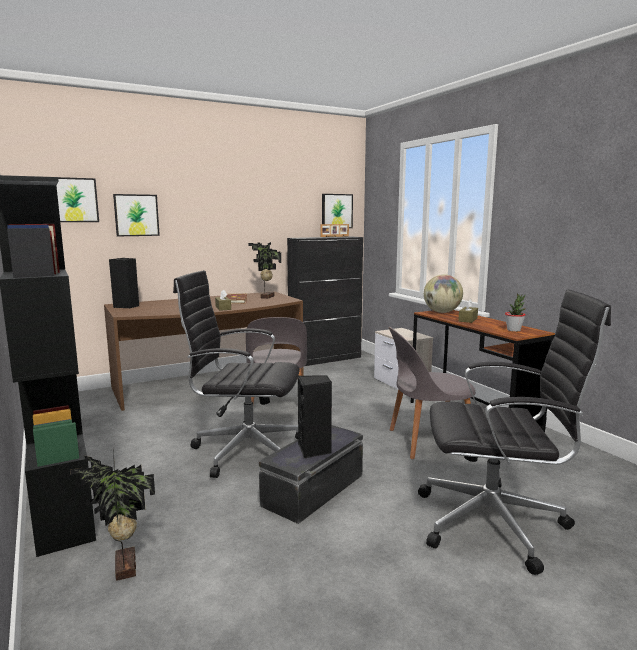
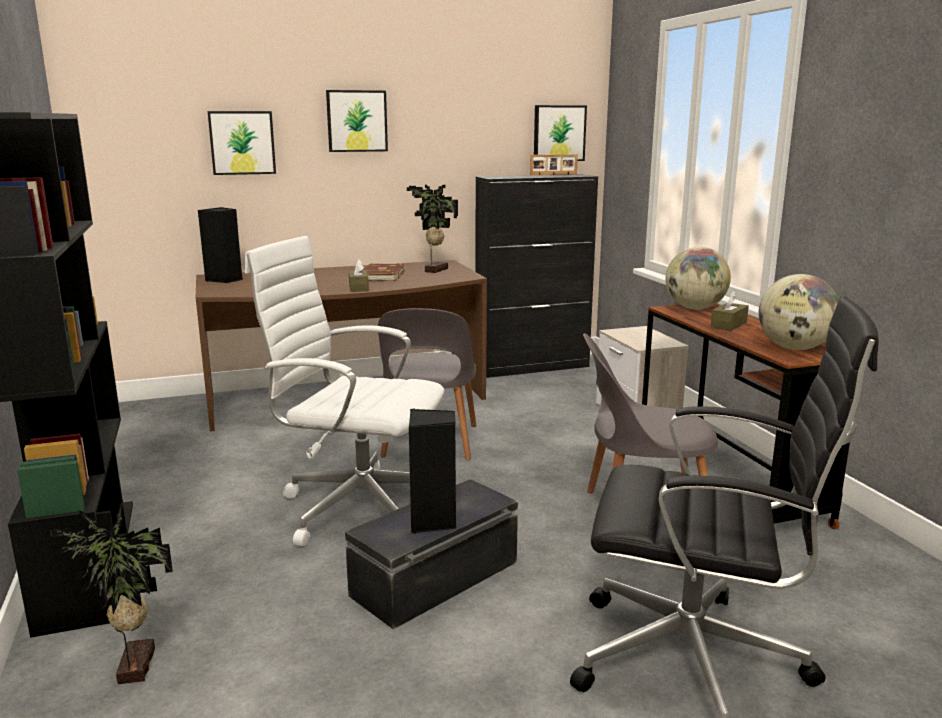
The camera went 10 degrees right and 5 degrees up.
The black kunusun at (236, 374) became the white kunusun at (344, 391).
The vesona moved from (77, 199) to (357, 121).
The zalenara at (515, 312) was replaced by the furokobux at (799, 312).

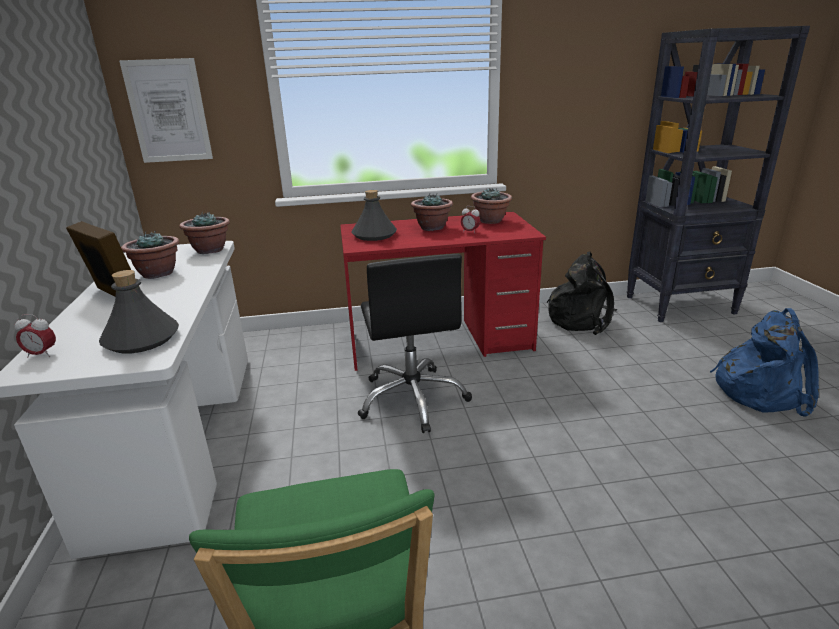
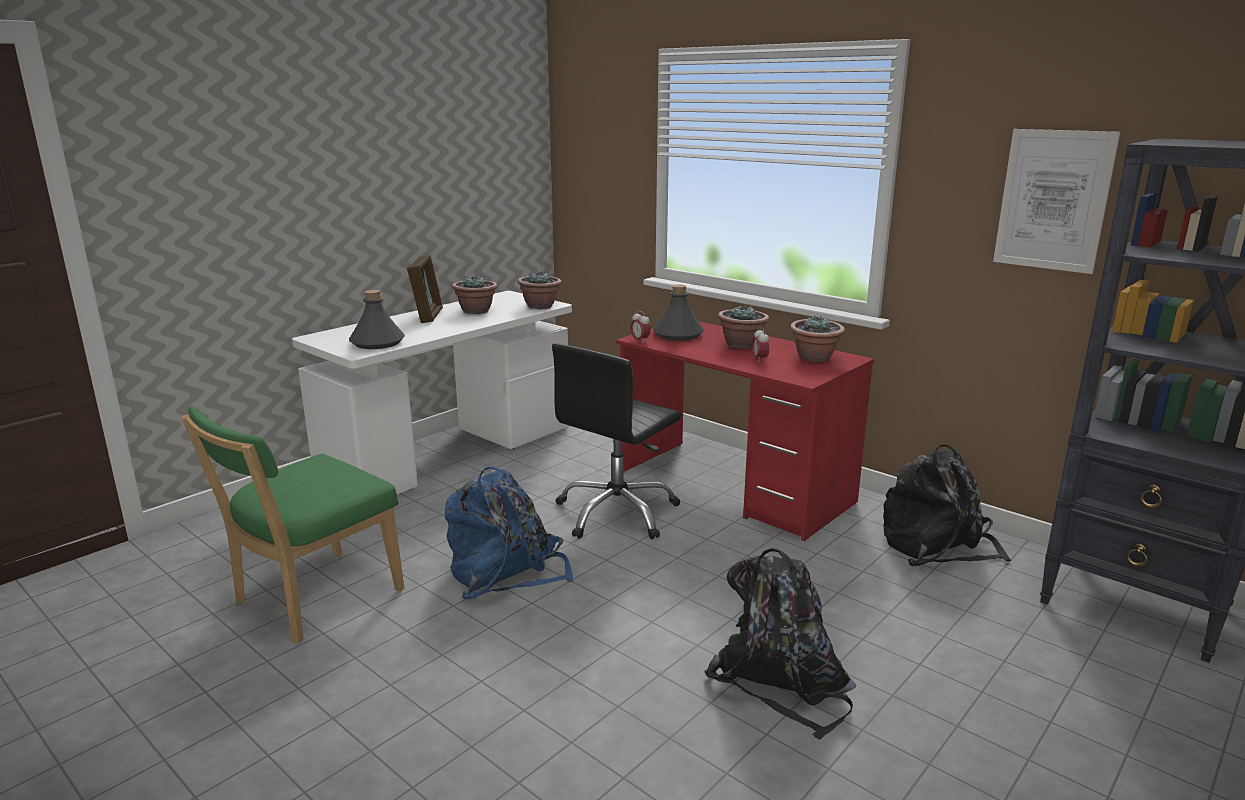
The camera went 50 degrees right and 5 degrees down.
The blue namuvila moved from (764, 362) to (509, 533).
The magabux moved from (35, 336) to (640, 327).
The black namuvila at (780, 644) appeared.
The vesona moved from (166, 110) to (1056, 201).

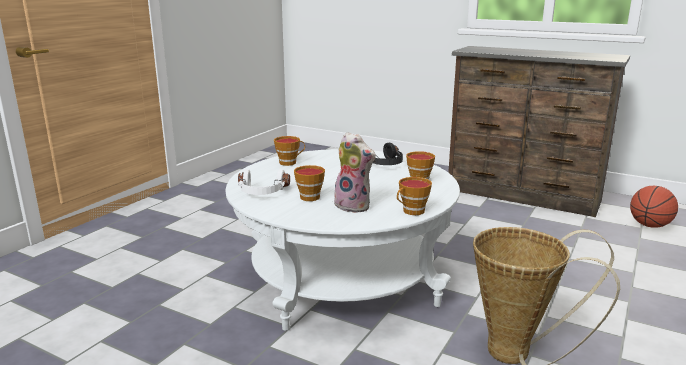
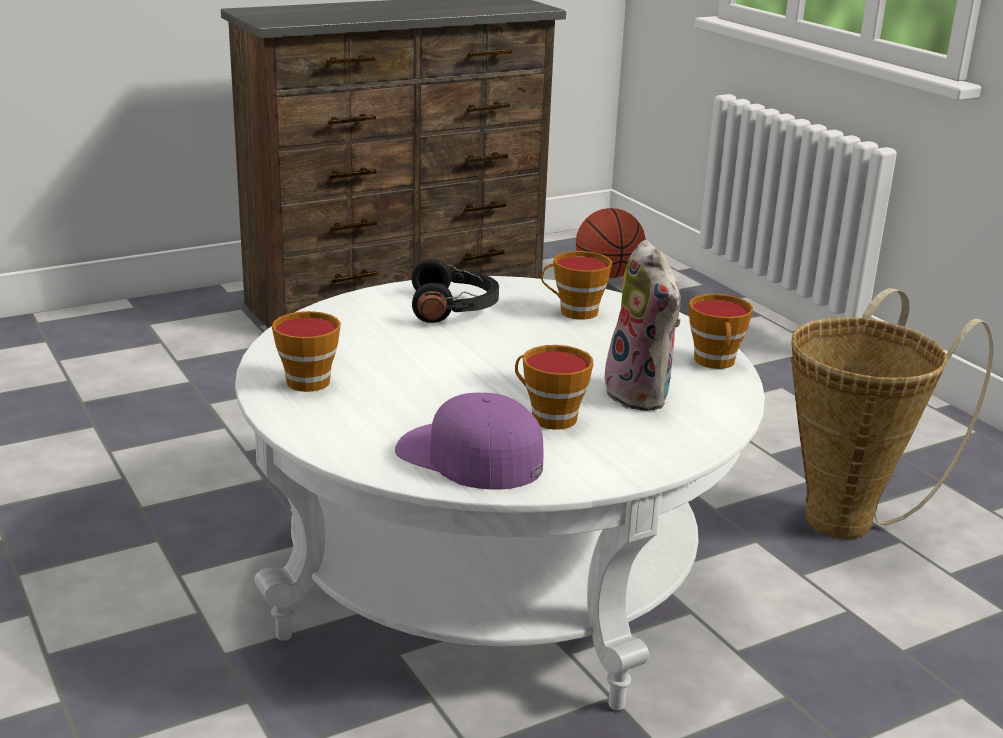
The camera went 60 degrees left and 5 degrees up.
The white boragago at (264, 182) was replaced by the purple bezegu at (469, 441).
The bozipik at (355, 172) turned 90 degrees clockwise.

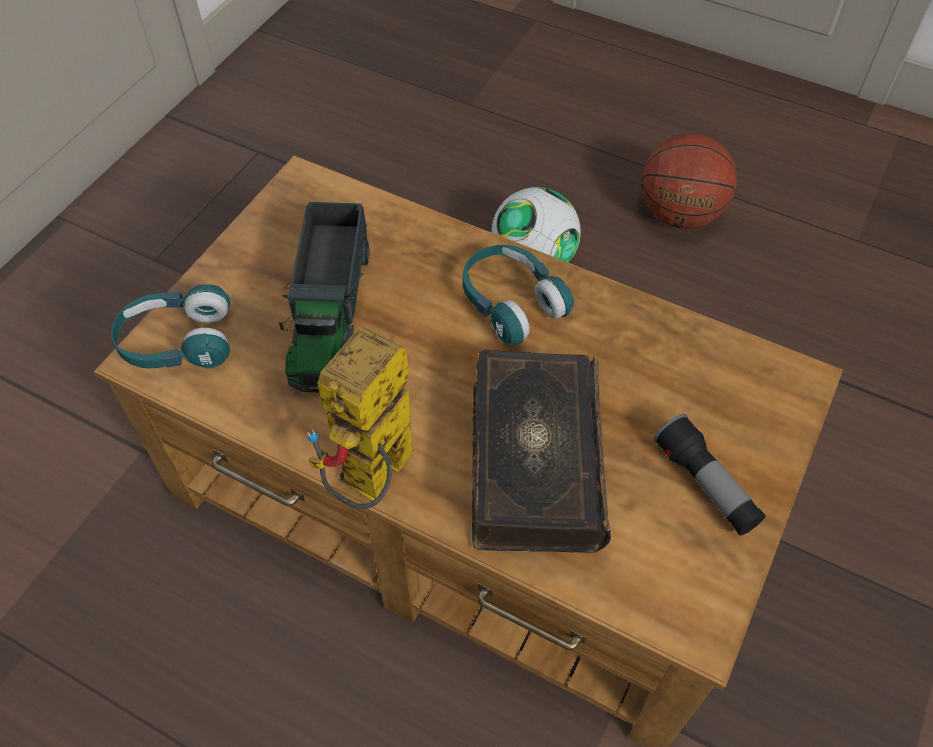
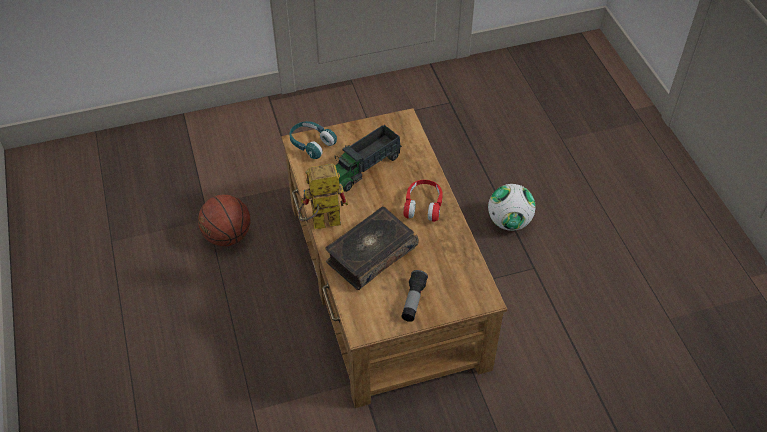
The camera went 45 degrees right and 5 degrees down.
The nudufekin moved from (689, 181) to (224, 220).
The turquoise boragago at (518, 295) became the red boragago at (423, 201).

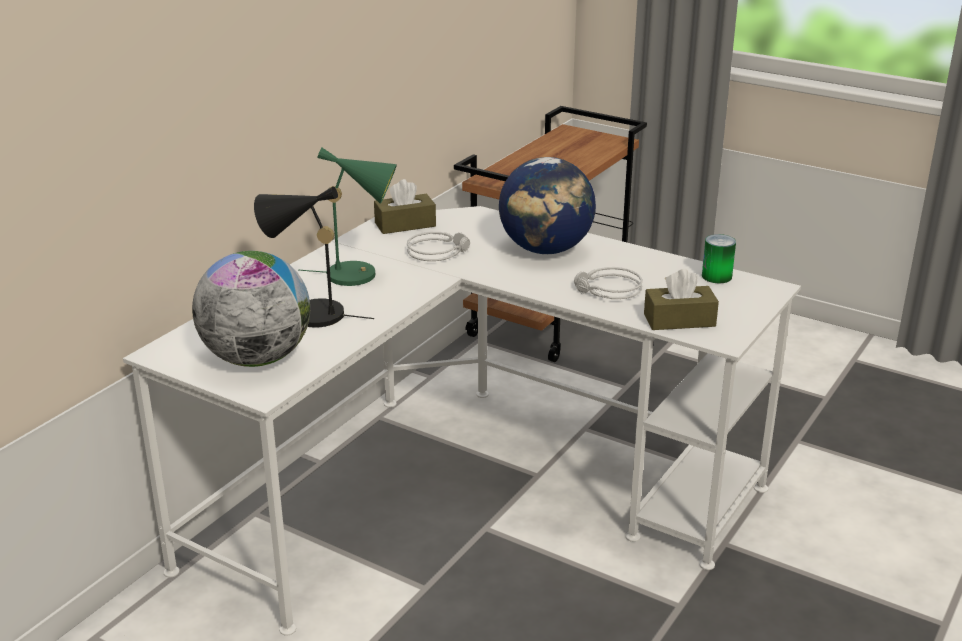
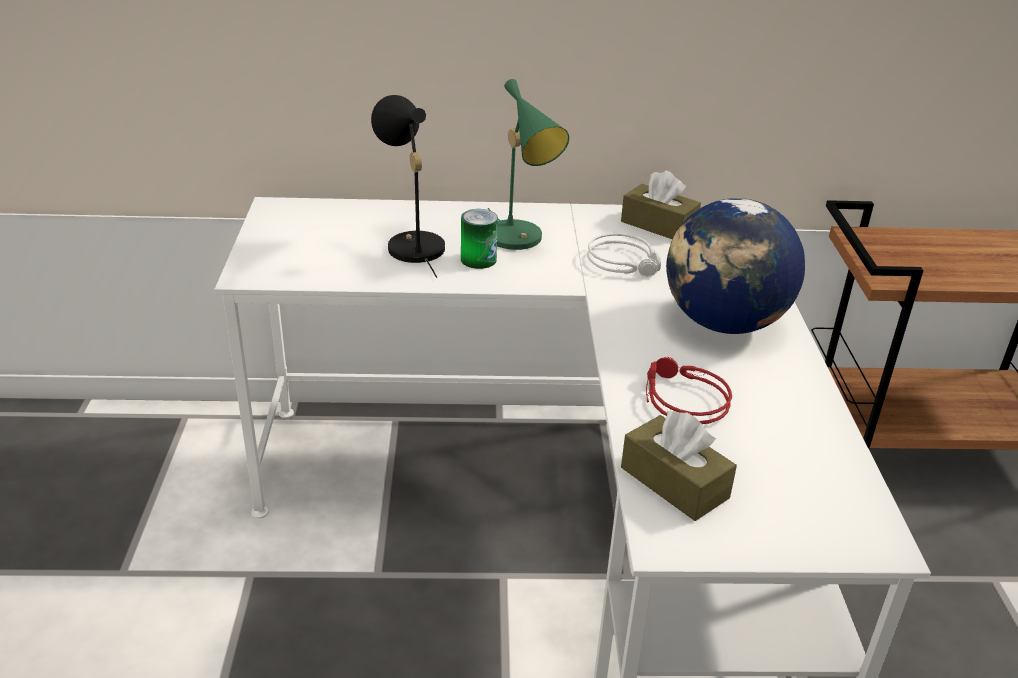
The camera went 55 degrees right and 5 degrees up.
The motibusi moved from (719, 258) to (479, 239).
The grey boragago at (608, 283) became the red boragago at (689, 390).
The furokobux at (251, 309) disappeared.

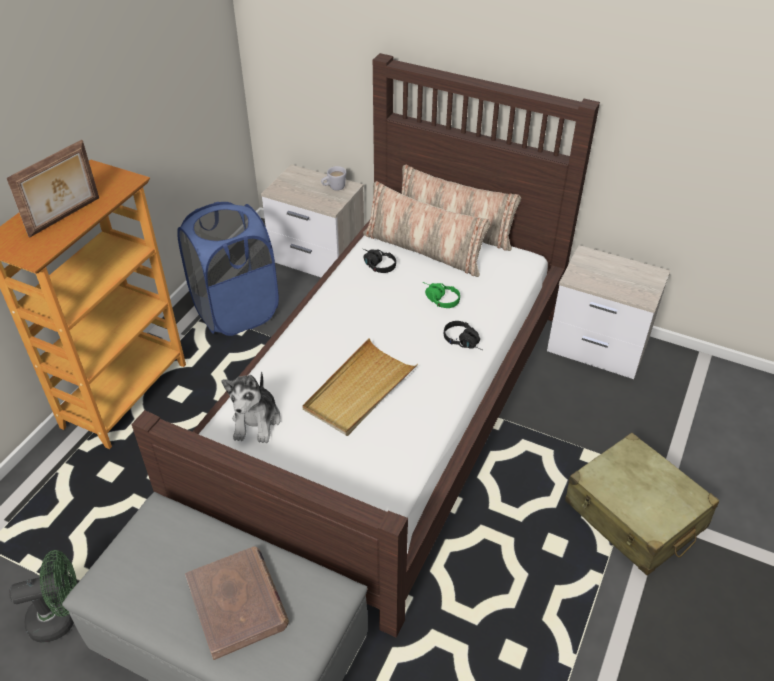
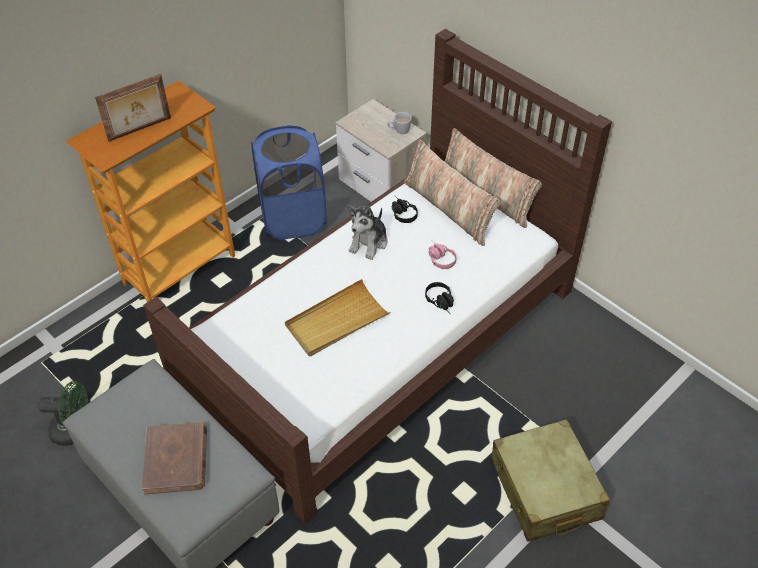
The camera went 20 degrees right and 5 degrees up.
The bozipik moved from (251, 407) to (368, 232).
The green boragago at (441, 295) became the pink boragago at (443, 254).
The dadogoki at (608, 312) disappeared.

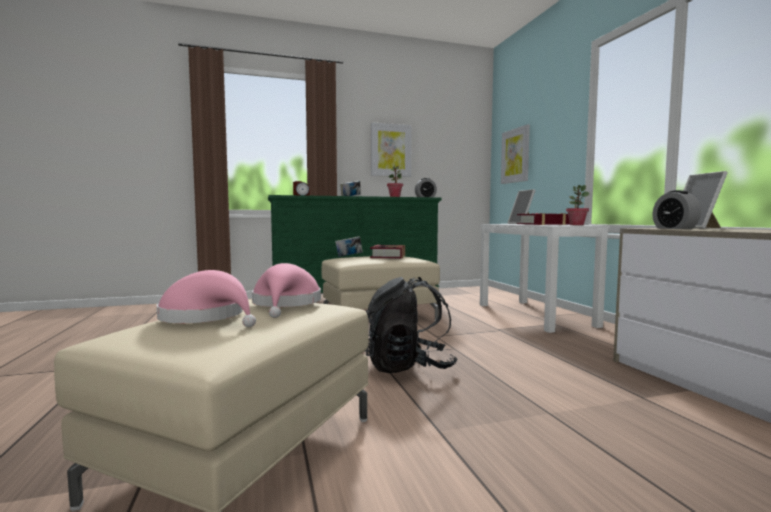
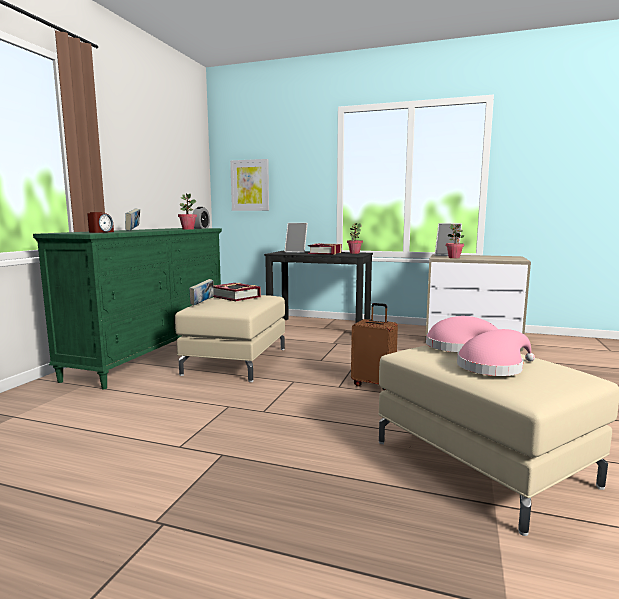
The camera went 55 degrees left and 5 degrees up.
The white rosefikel at (545, 278) became the black rosefikel at (318, 287).
The black namuvila at (411, 325) was replaced by the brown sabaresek at (374, 346).
The magabux at (676, 209) was replaced by the zalenara at (455, 241).
The vesona at (391, 149) disappeared.

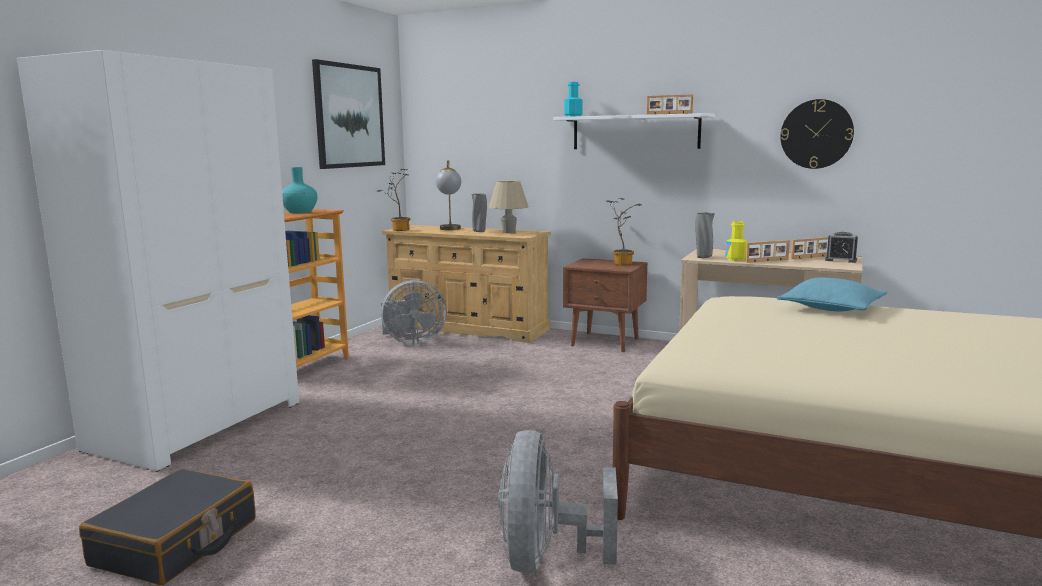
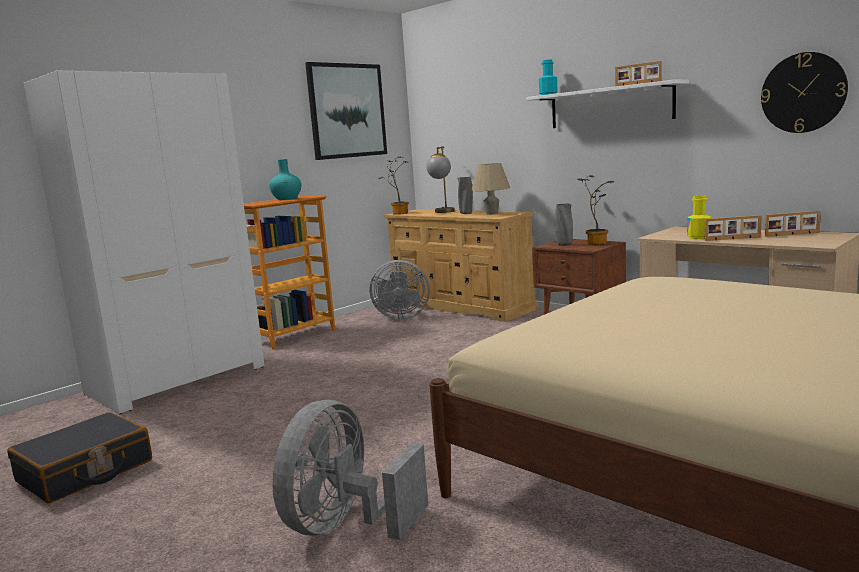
The camera went 20 degrees right and 0 degrees up.
The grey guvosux moved from (705, 235) to (564, 224).
The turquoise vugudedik at (832, 294) disappeared.
The magabux at (841, 247) disappeared.

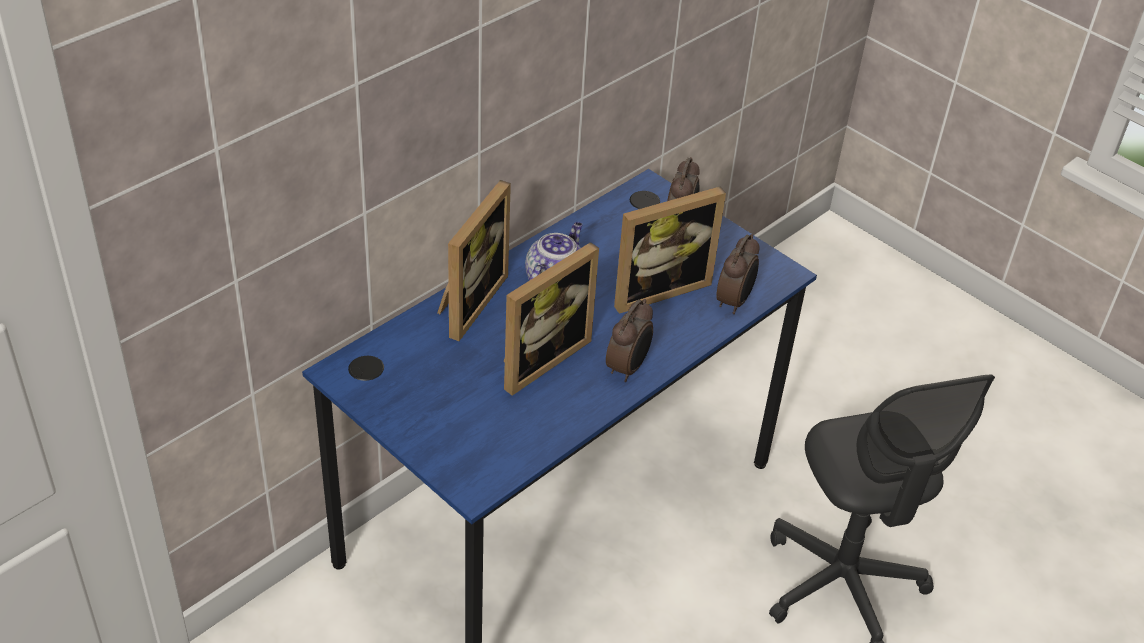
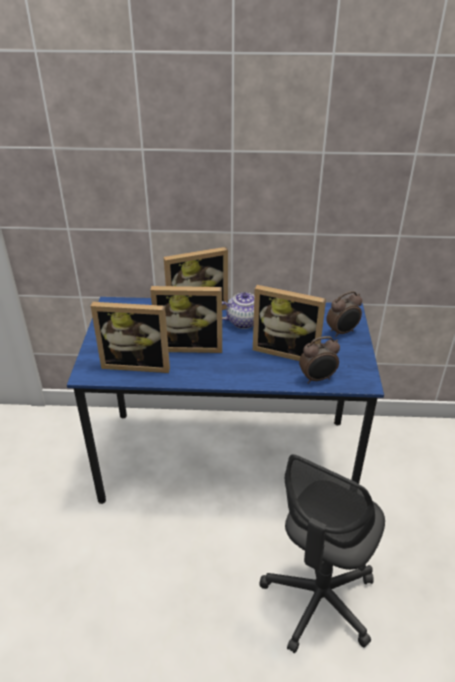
The camera went 50 degrees right and 5 degrees down.
The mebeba at (130, 337) appeared.
The magabux at (629, 340) disappeared.

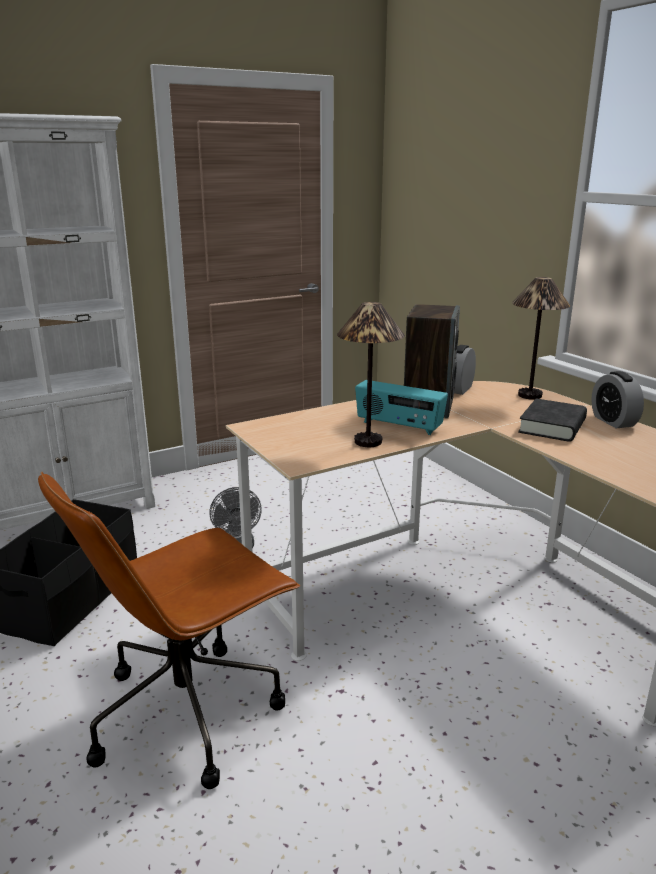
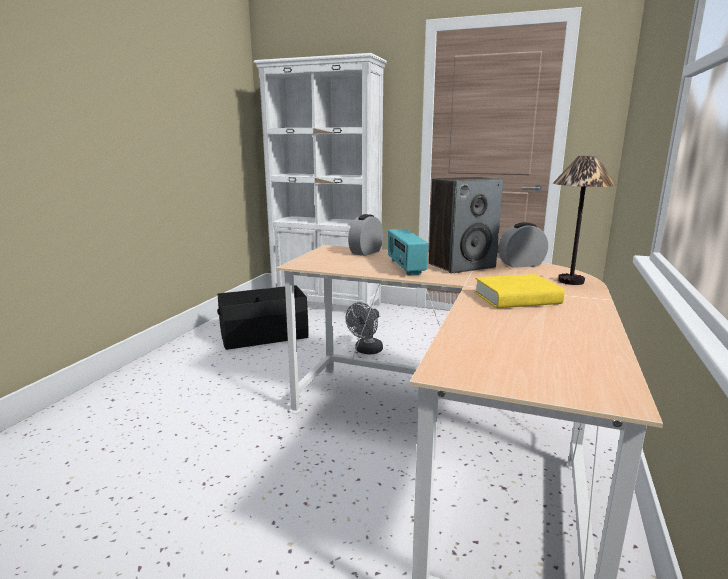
The camera went 50 degrees right and 5 degrees down.
The magabux moved from (617, 399) to (365, 235).
The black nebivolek at (552, 420) became the yellow nebivolek at (520, 291).
The brown kunusun at (169, 630) disappeared.
The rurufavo at (371, 374) disappeared.

